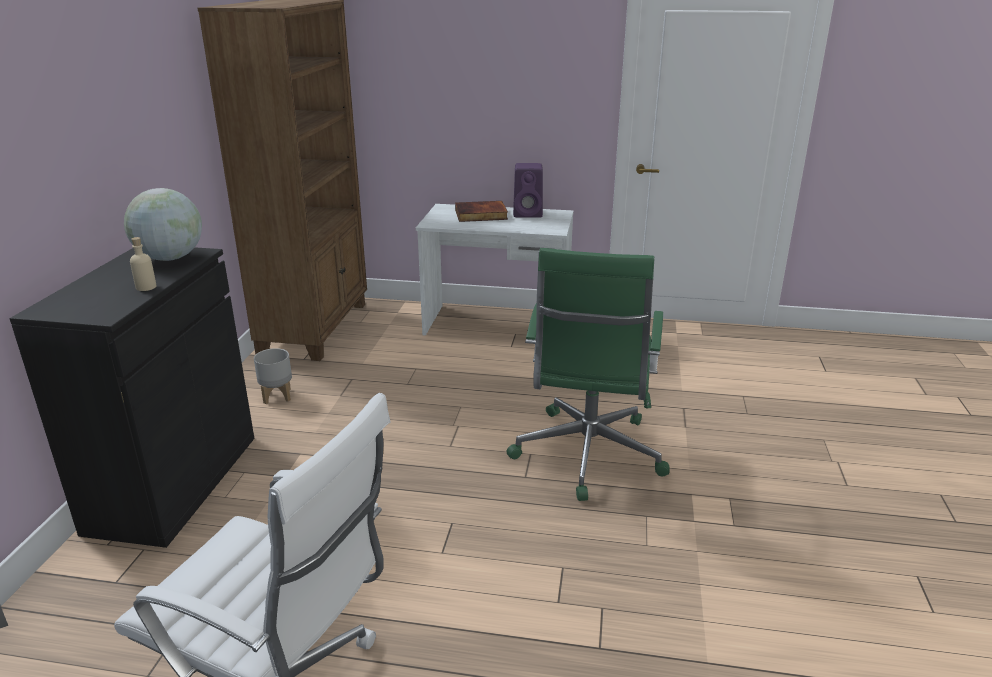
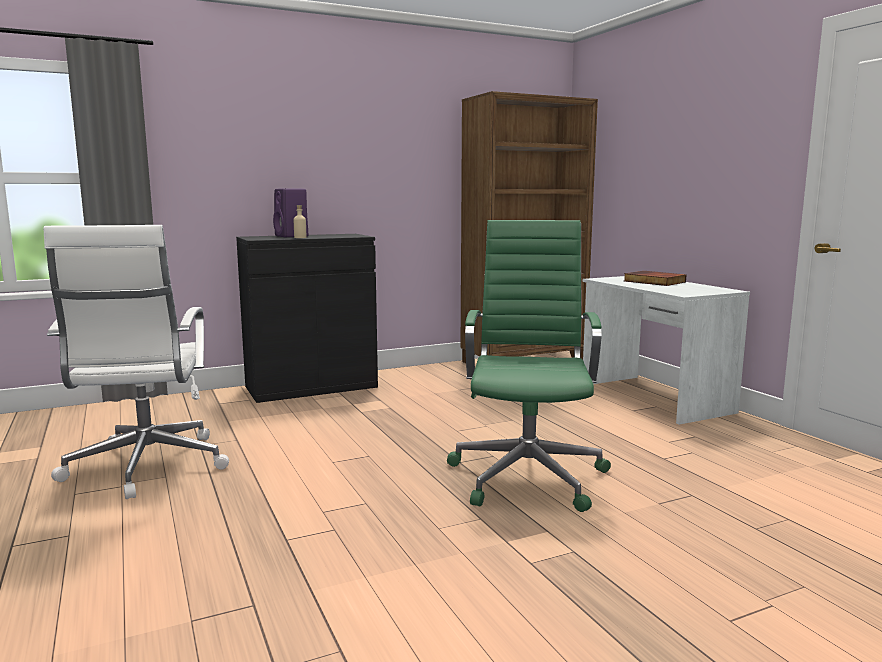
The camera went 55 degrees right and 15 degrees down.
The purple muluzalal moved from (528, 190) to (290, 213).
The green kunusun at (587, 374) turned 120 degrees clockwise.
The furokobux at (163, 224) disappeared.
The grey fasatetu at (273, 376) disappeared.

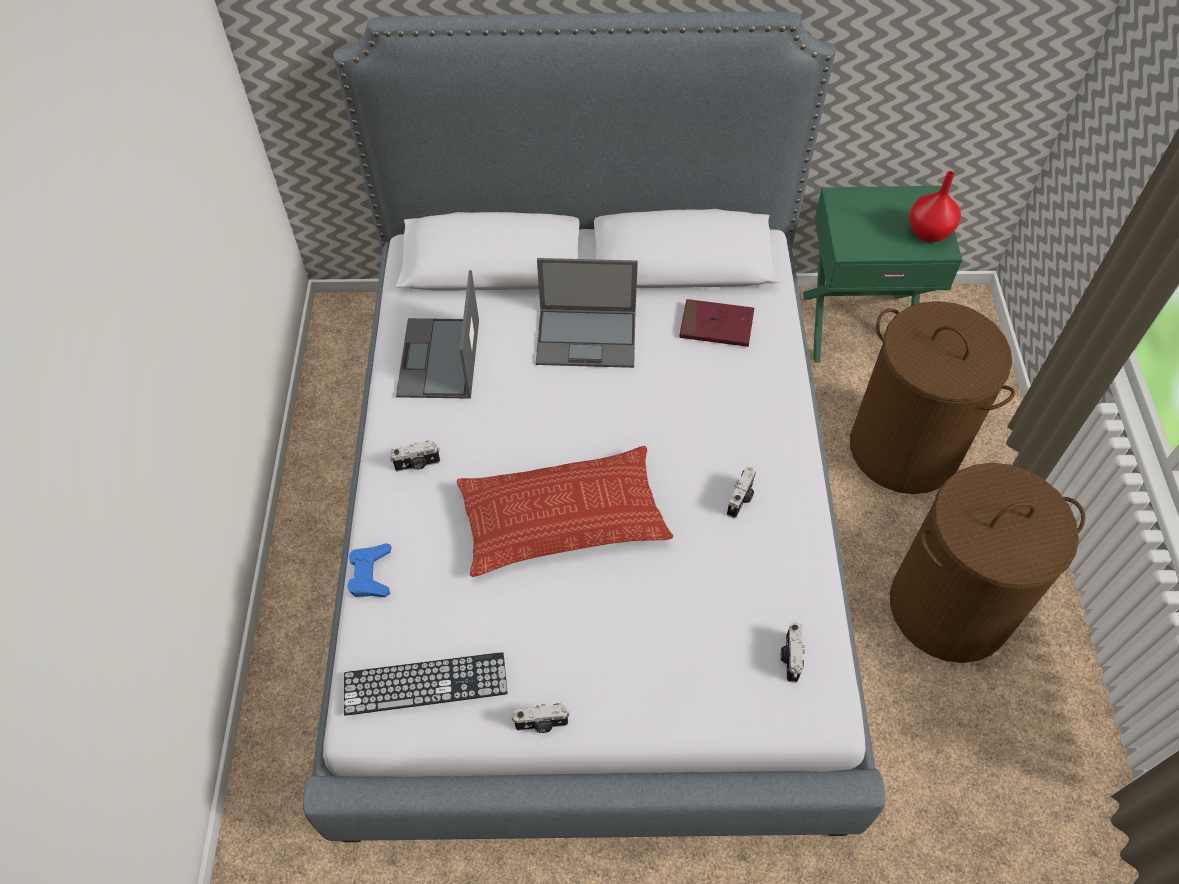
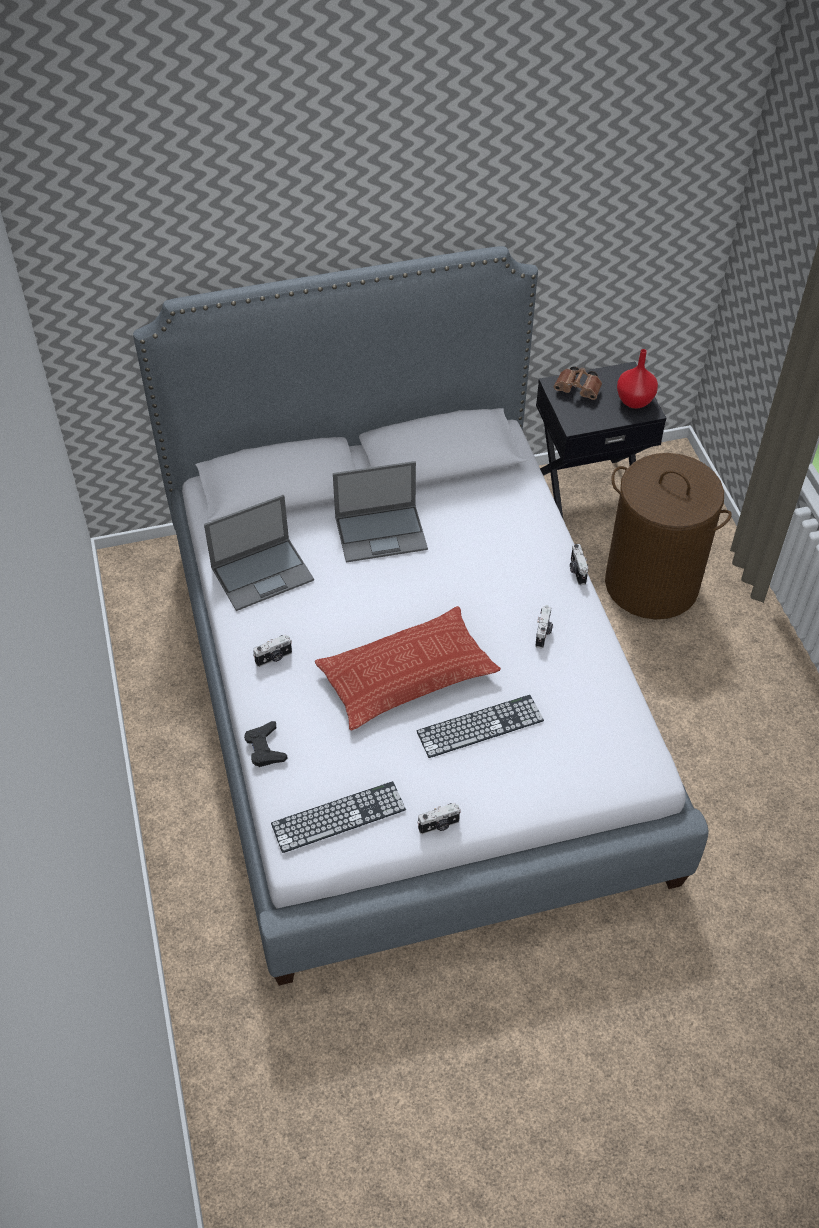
The camera went 15 degrees left and 5 degrees down.
The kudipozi at (437, 334) turned 105 degrees counterclockwise.
The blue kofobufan at (369, 570) became the black kofobufan at (266, 744).
The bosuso at (480, 726) appeared.
The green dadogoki at (883, 274) became the black dadogoki at (601, 440).
The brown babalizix at (578, 383) appeared.
The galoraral moved from (793, 653) to (579, 564).
The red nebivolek at (716, 323) disappeared.
The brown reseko at (988, 563) disappeared.

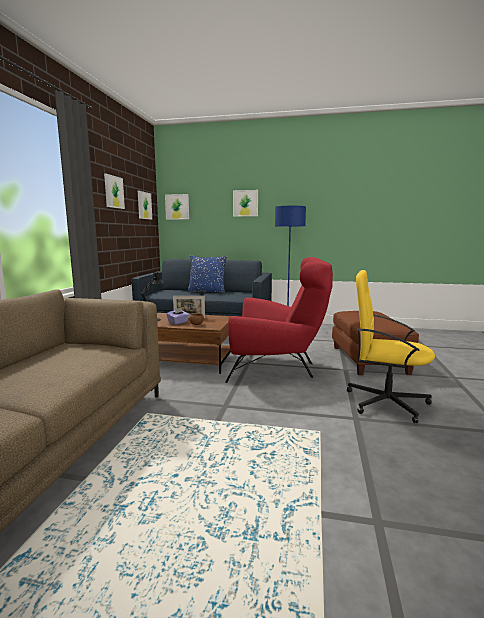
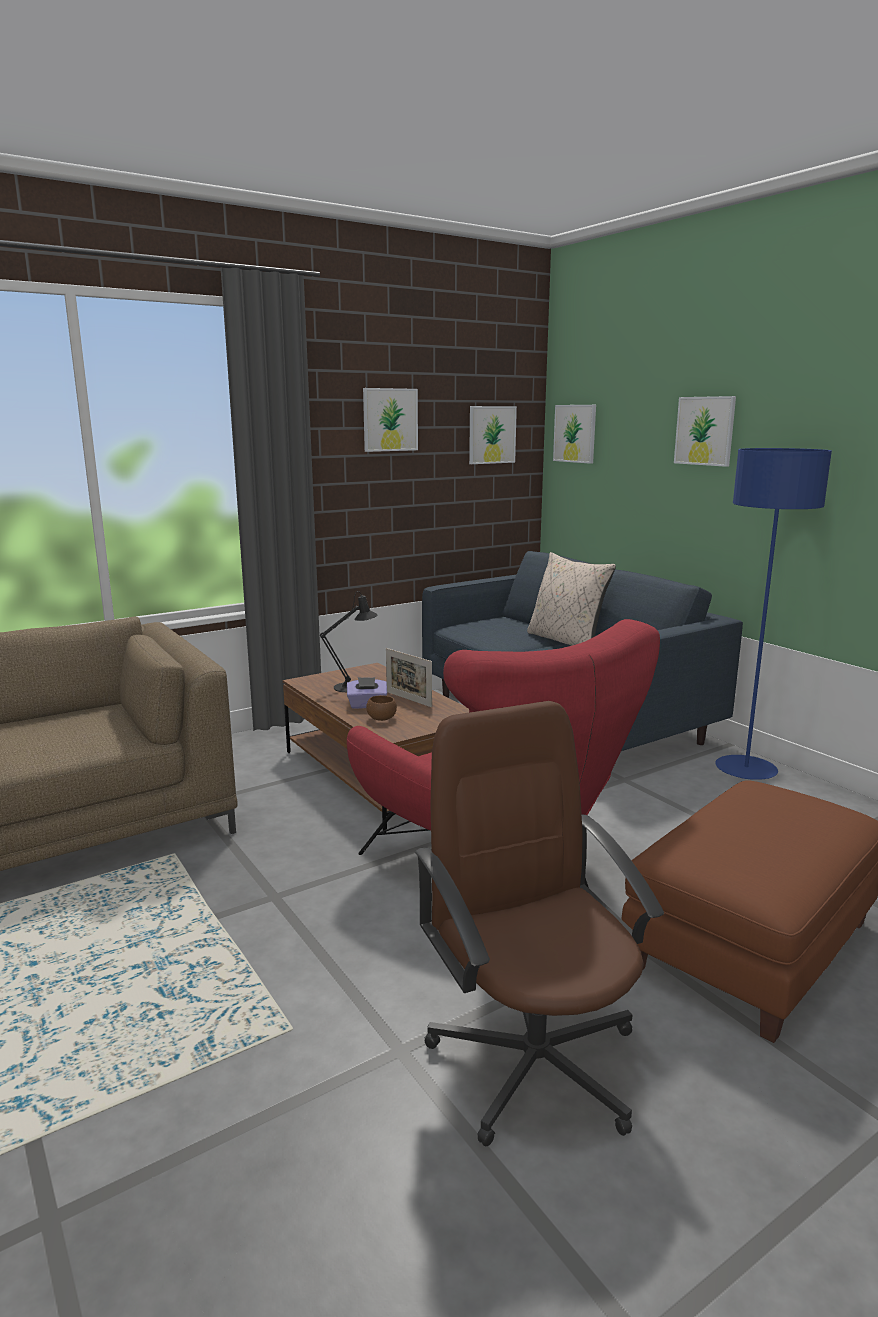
The camera went 45 degrees right and 5 degrees up.
The yellow kunusun at (391, 346) became the brown kunusun at (539, 923).
The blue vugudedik at (207, 274) became the beige vugudedik at (571, 599).

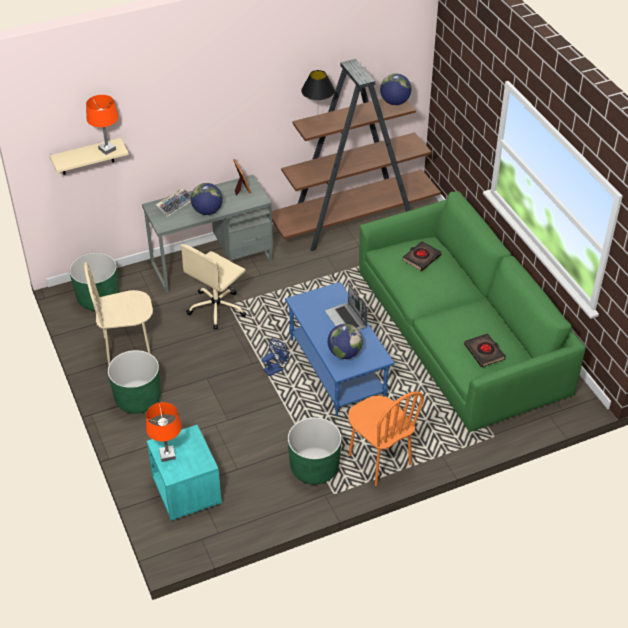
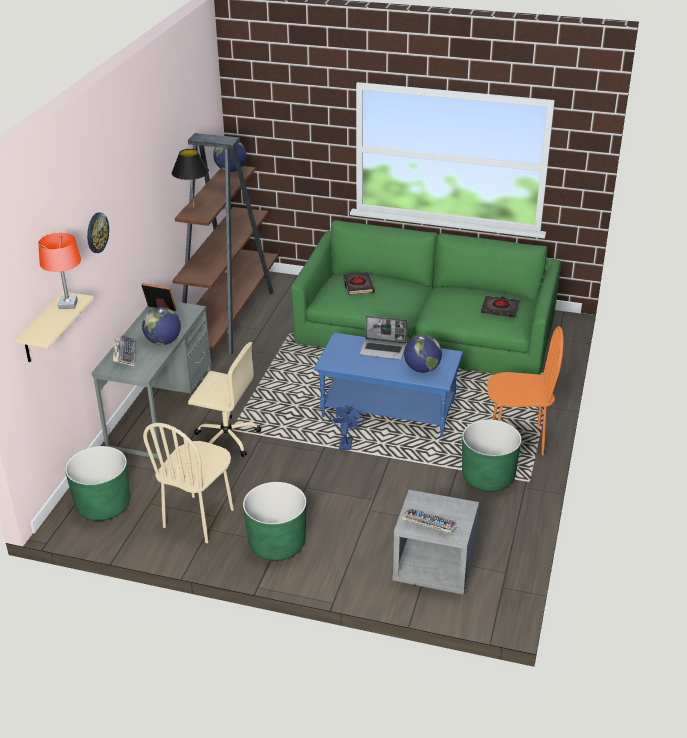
The camera went 50 degrees left and 10 degrees down.
The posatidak at (98, 233) appeared.
The beige kunusun at (213, 287) turned 60 degrees counterclockwise.
The turquoise dadogoki at (184, 473) became the grey dadogoki at (435, 542).
The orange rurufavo at (164, 432) was replaced by the bosuso at (429, 521).

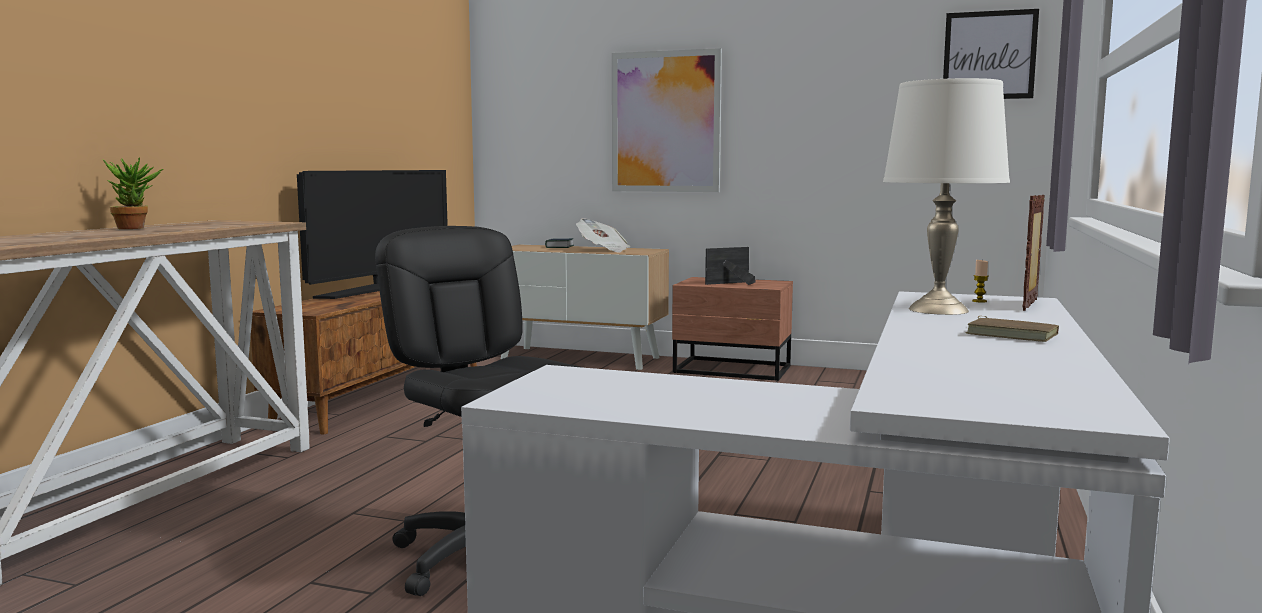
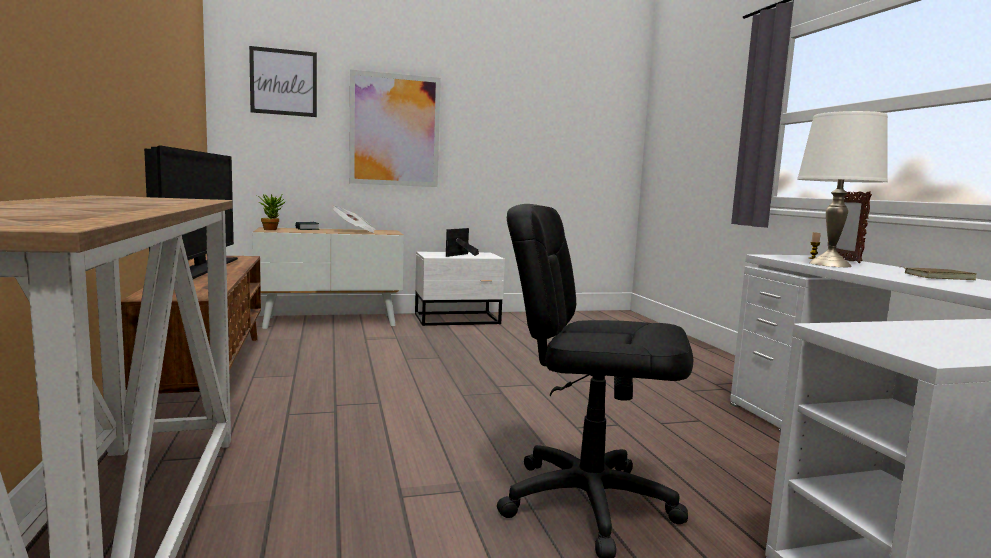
The camera went 35 degrees left and 0 degrees up.
The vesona moved from (991, 54) to (283, 81).
The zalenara moved from (132, 193) to (271, 212).
The brown dadogoki at (732, 329) became the white dadogoki at (460, 288).

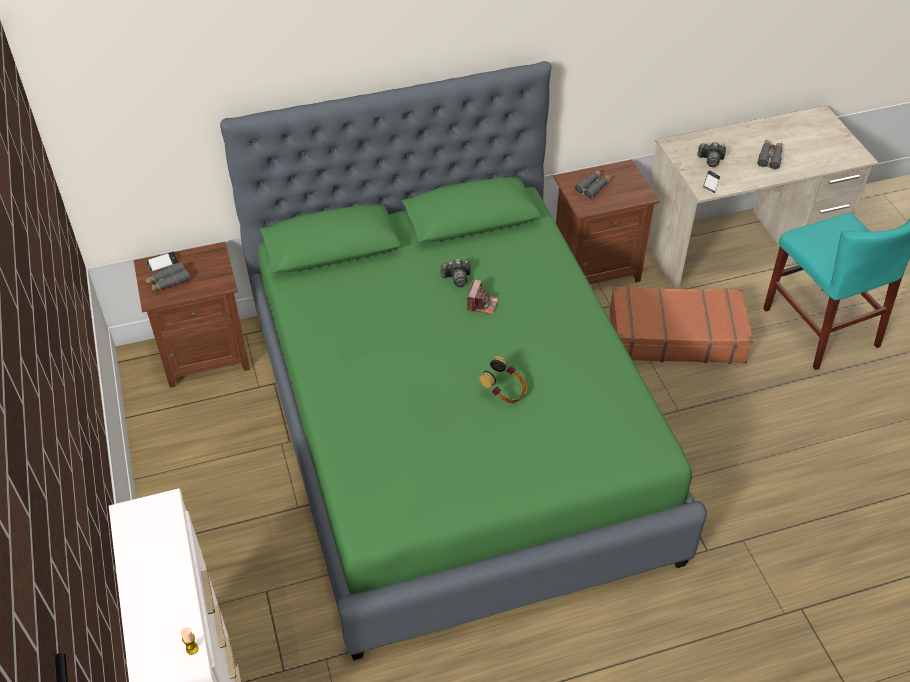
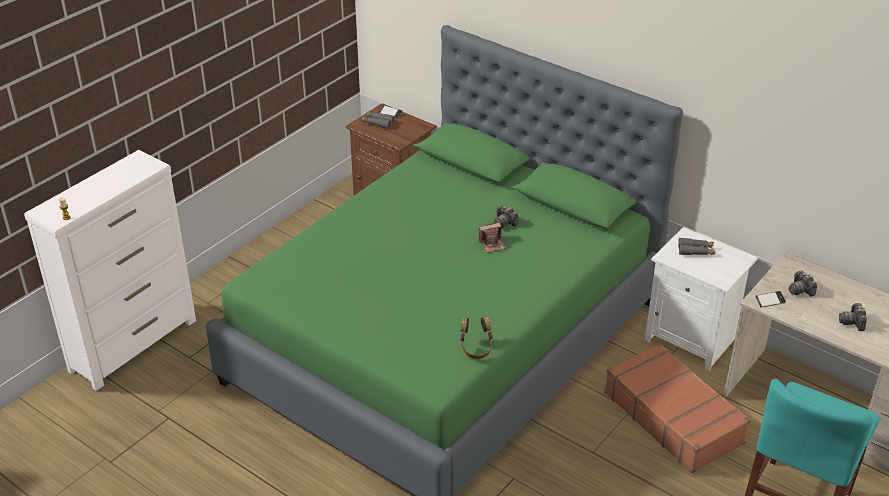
The camera went 55 degrees right and 10 degrees down.
The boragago moved from (503, 379) to (477, 338).
The brown dadogoki at (607, 222) became the white dadogoki at (701, 299).
The grey babalizix at (769, 155) was replaced by the galoraral at (853, 317).

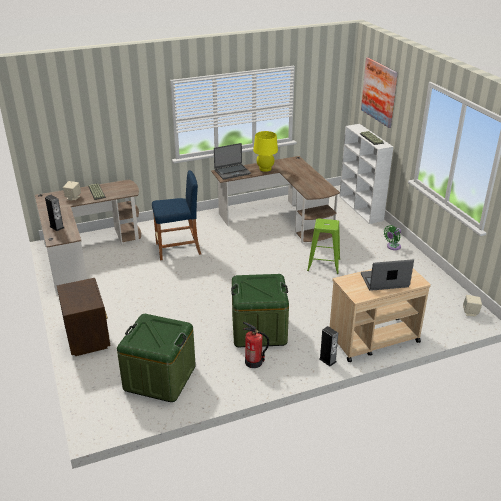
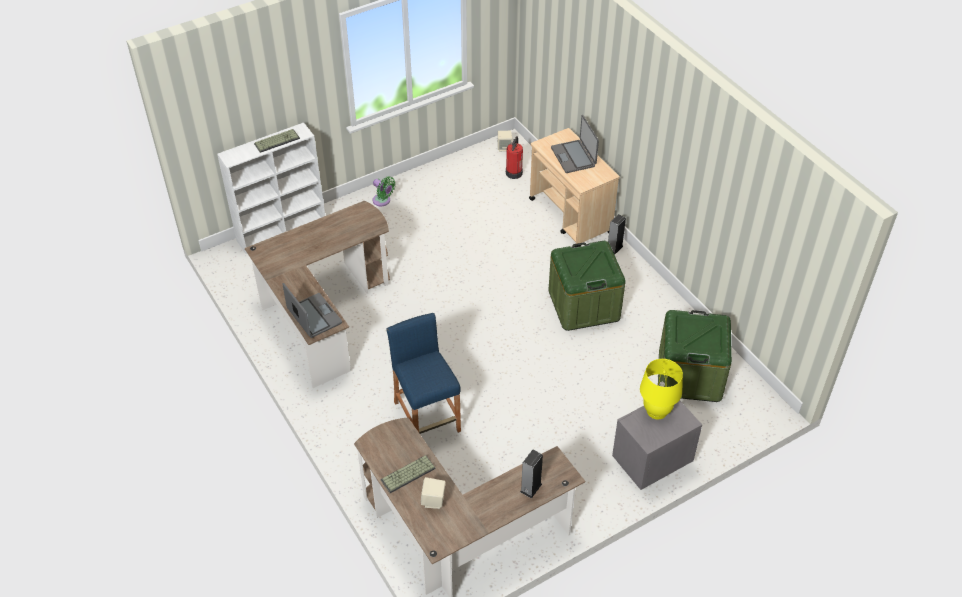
The camera went 100 degrees left and 15 degrees up.
The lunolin moved from (256, 345) to (514, 157).
The brown dadogoki at (83, 317) became the grey dadogoki at (657, 445).
The yellow rurufavo moved from (265, 151) to (661, 389).
The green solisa at (323, 246) disappeared.
The vesona at (379, 92) disappeared.

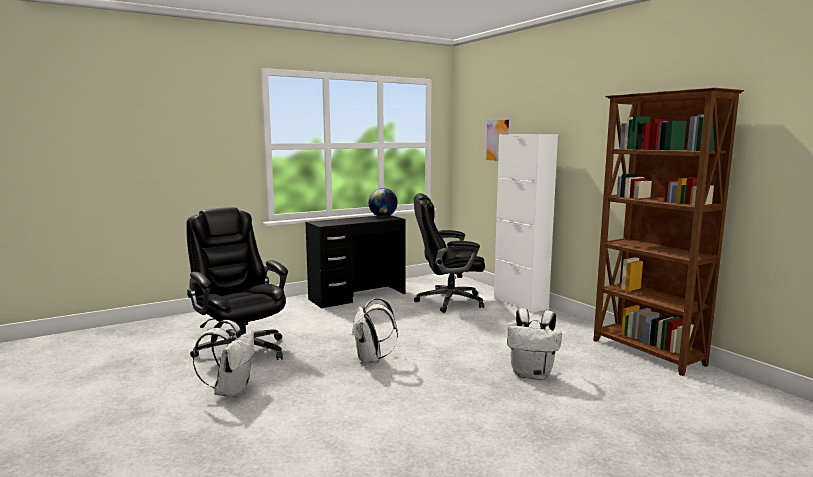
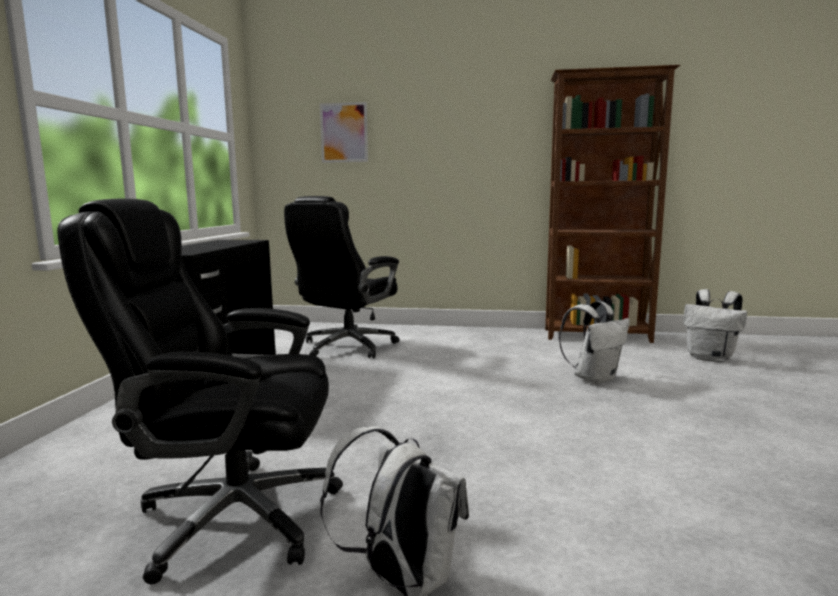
The camera went 50 degrees left and 0 degrees up.
The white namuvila moved from (375, 331) to (715, 326).
The furokobux at (382, 202) disappeared.
The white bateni at (526, 223) disappeared.

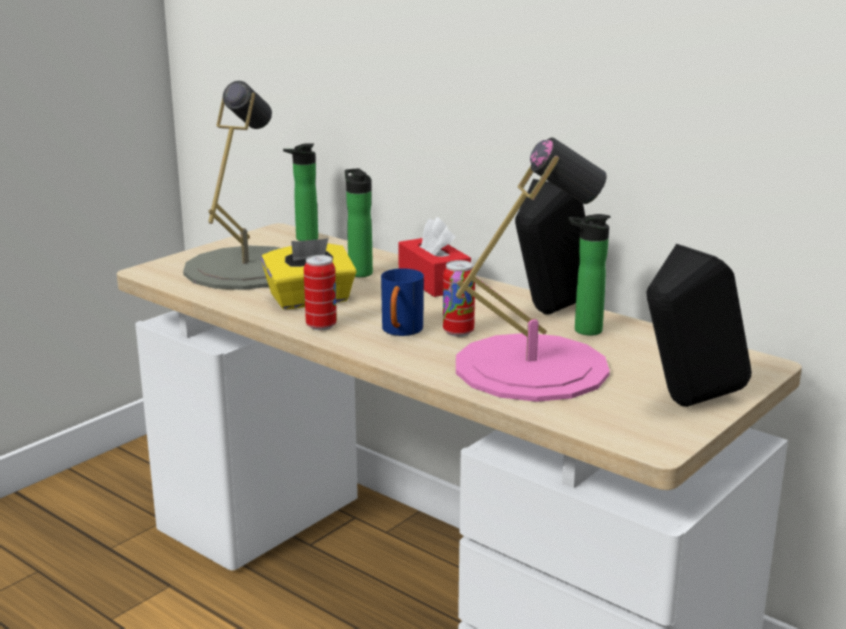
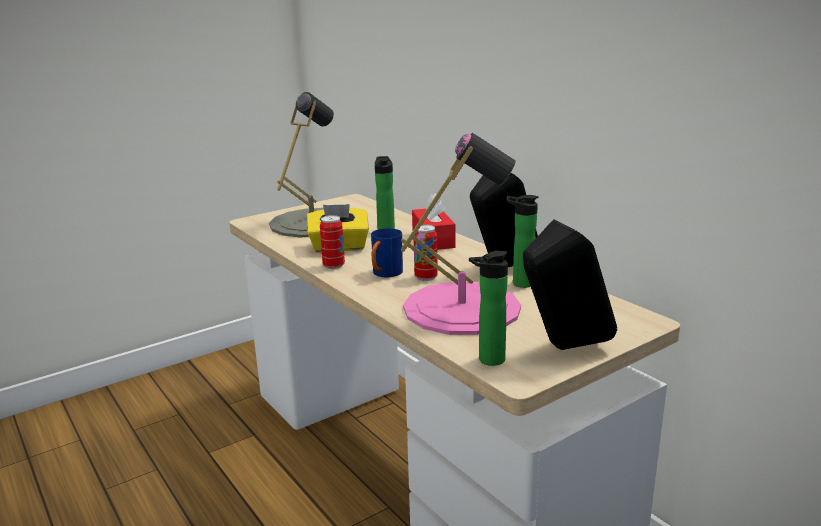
The camera went 15 degrees right and 0 degrees up.
The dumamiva moved from (300, 192) to (488, 308).

